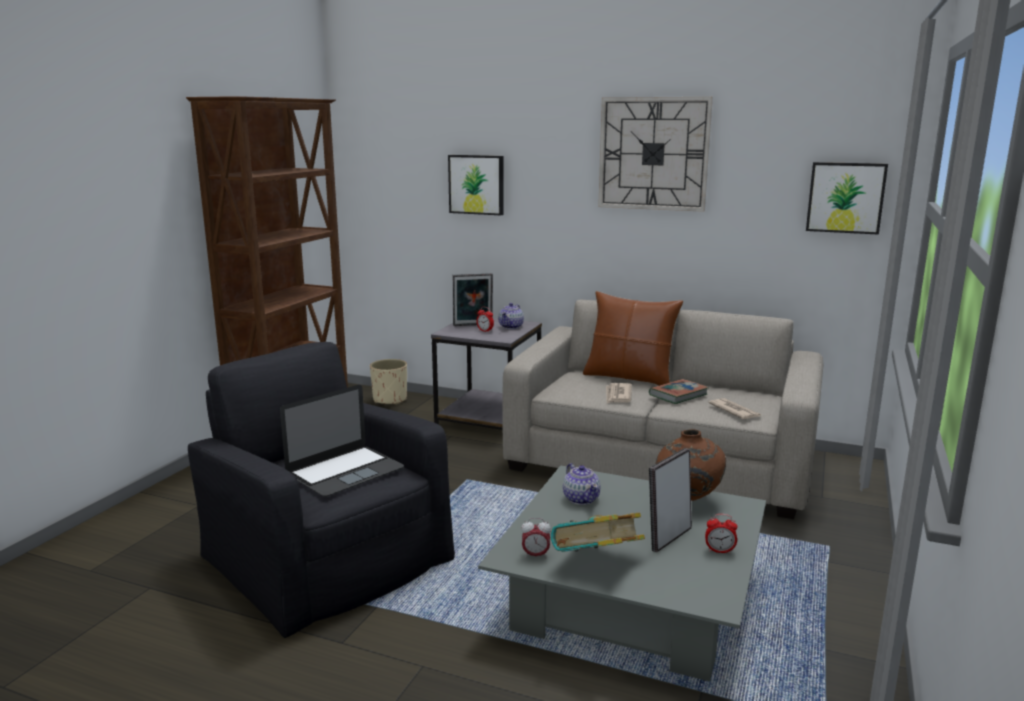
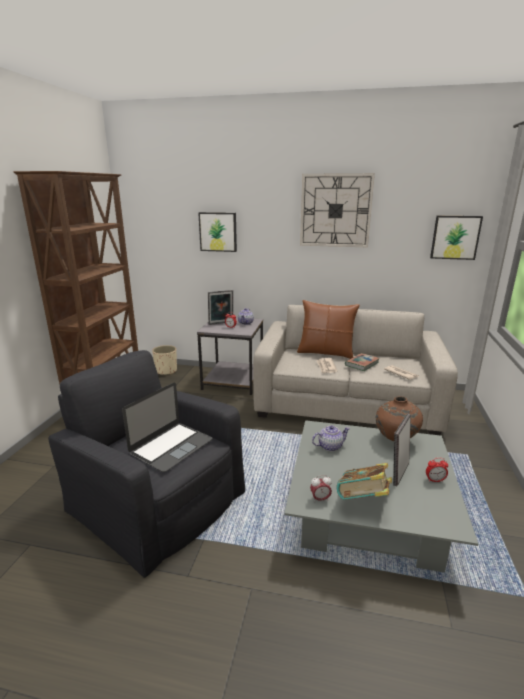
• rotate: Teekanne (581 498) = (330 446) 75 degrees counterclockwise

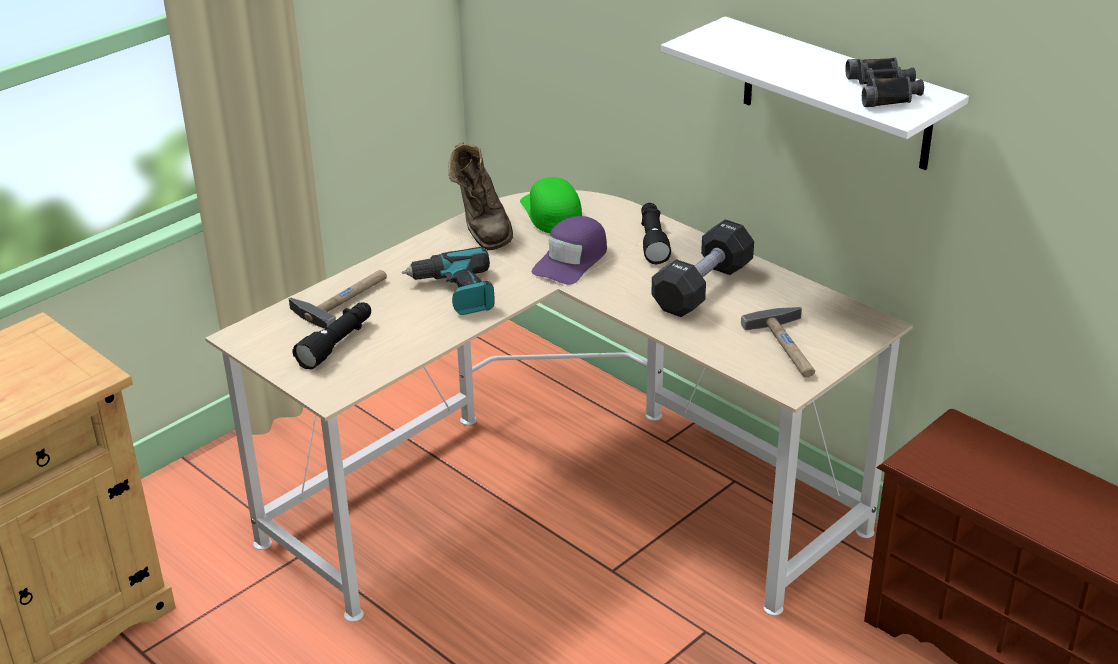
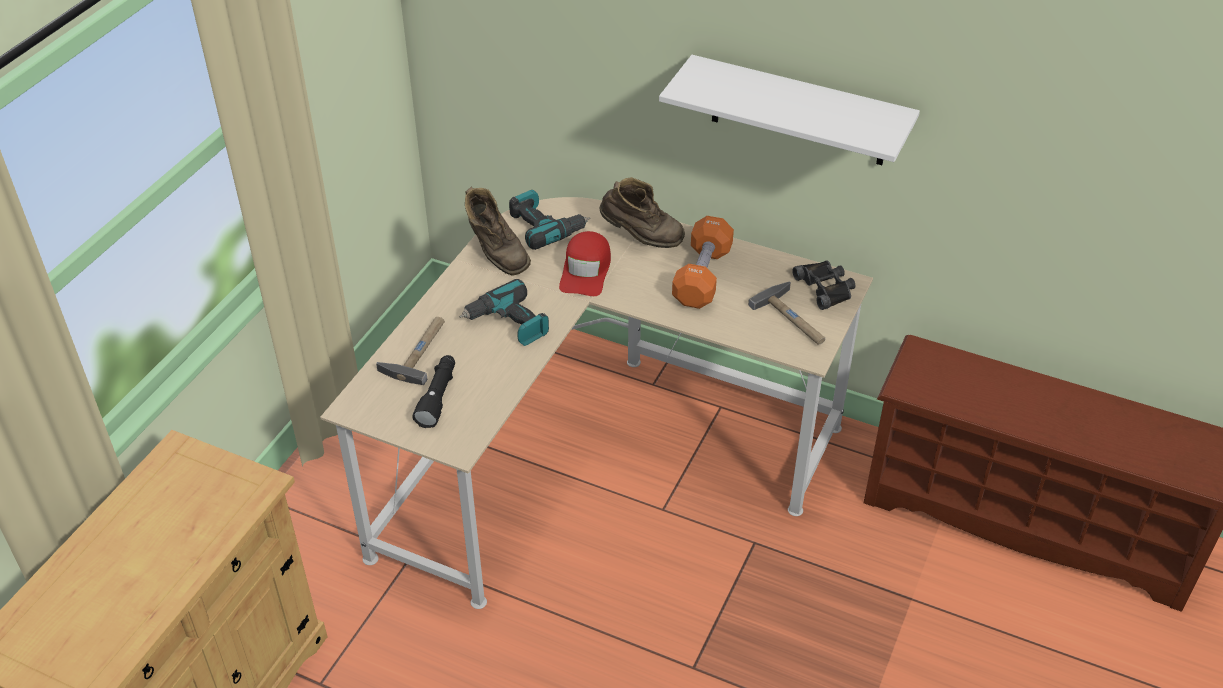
• replace: Kappe/grün (551 214) to Bohrmaschine (545 227)
• recolor: Kappe/lila (571 260) to Kappe/rot (586 271)
• replace: Taschenlampe/schwarz (652 241) to Stiefel/braun (641 238)
• recolor: Hantel/schwarz (702 288) to Hantel/orange (702 276)
• move: Fernglas/schwarz (884 90) to (825 288)

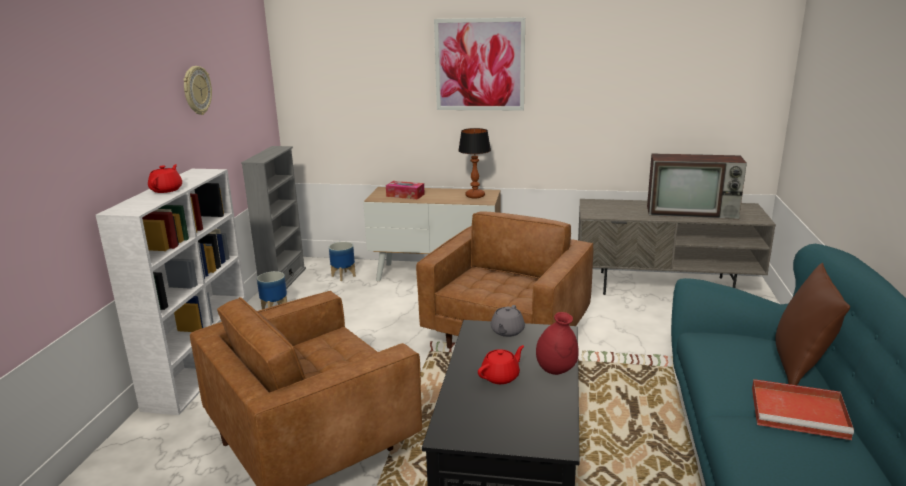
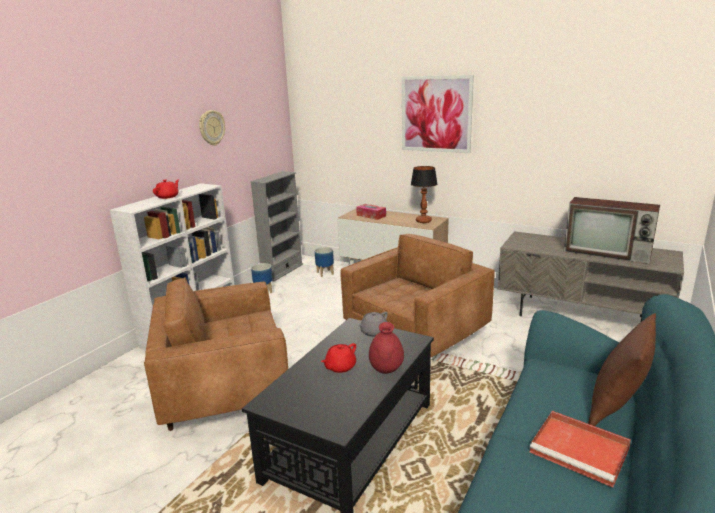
• rotate: Teekanne/rot (501 377) = (340 367) 150 degrees clockwise

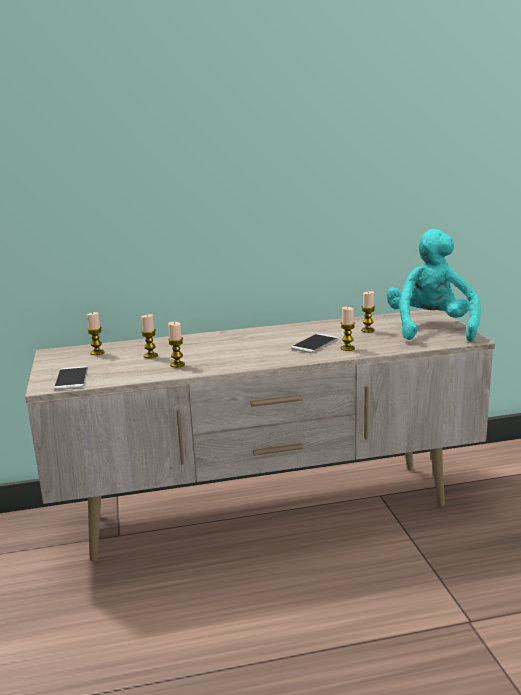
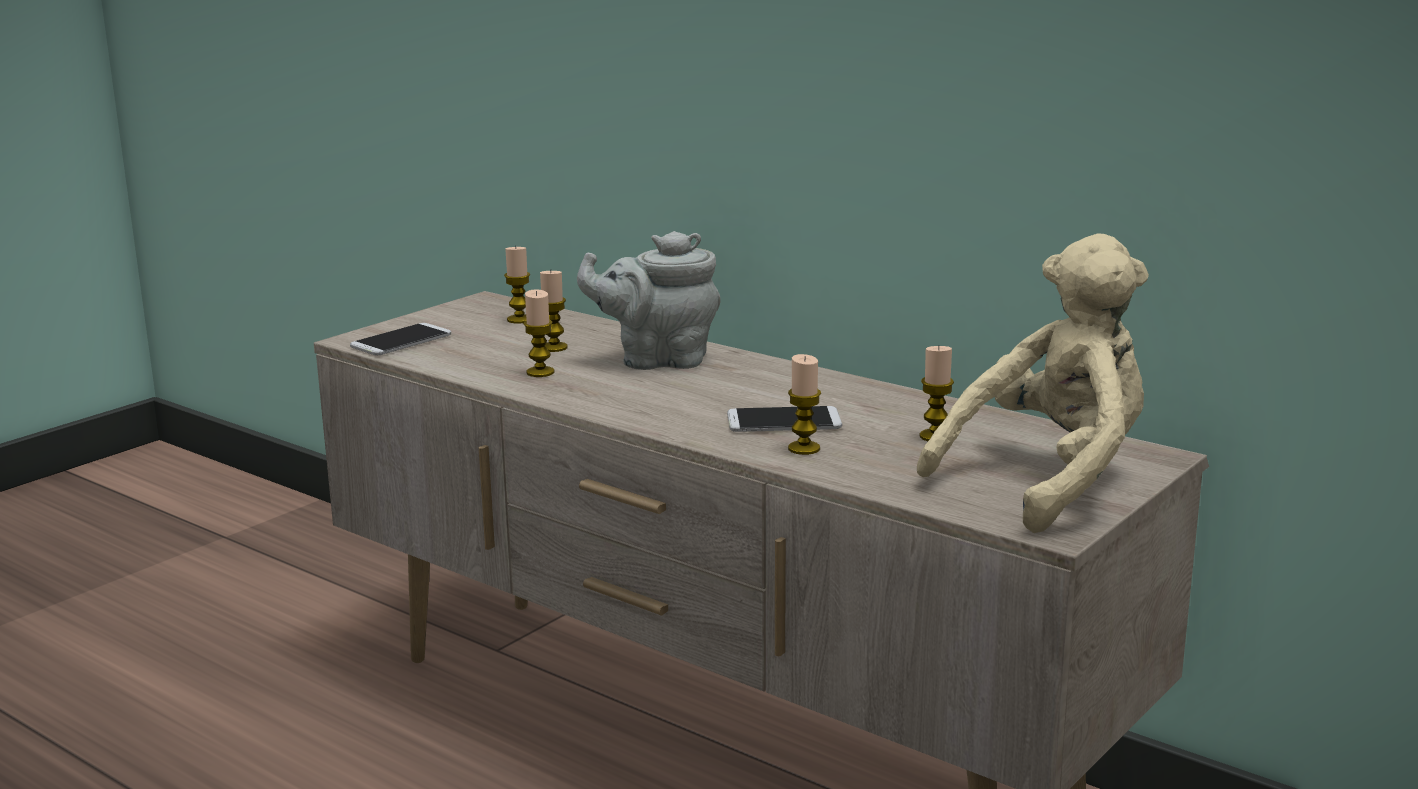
• recolor: Plüschtier/türkis (431 328) to Plüschtier/beige (1050 480)
• insert: Teekanne/grau (657 360)

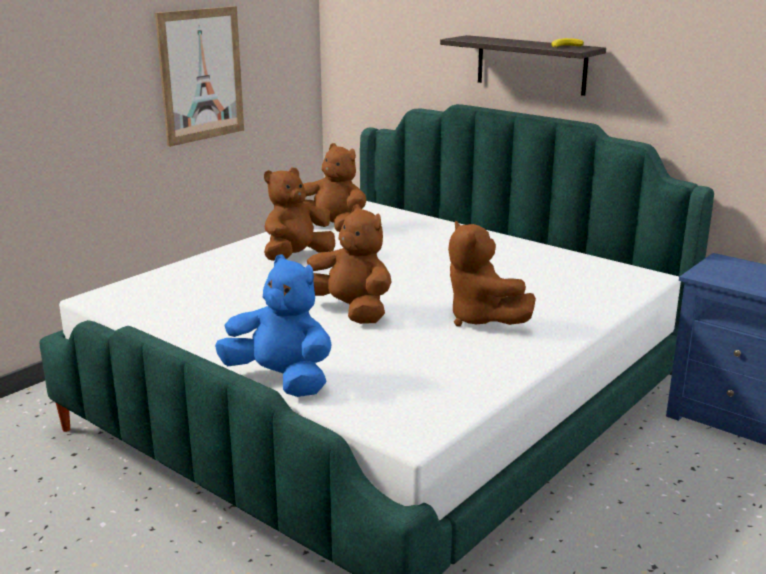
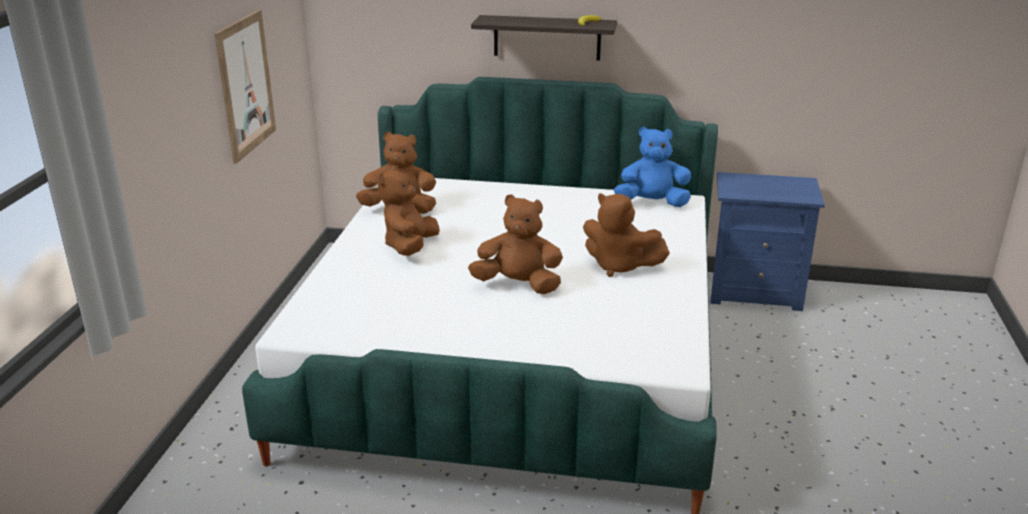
• move: Plüschtier/blau (281 380) to (652 203)

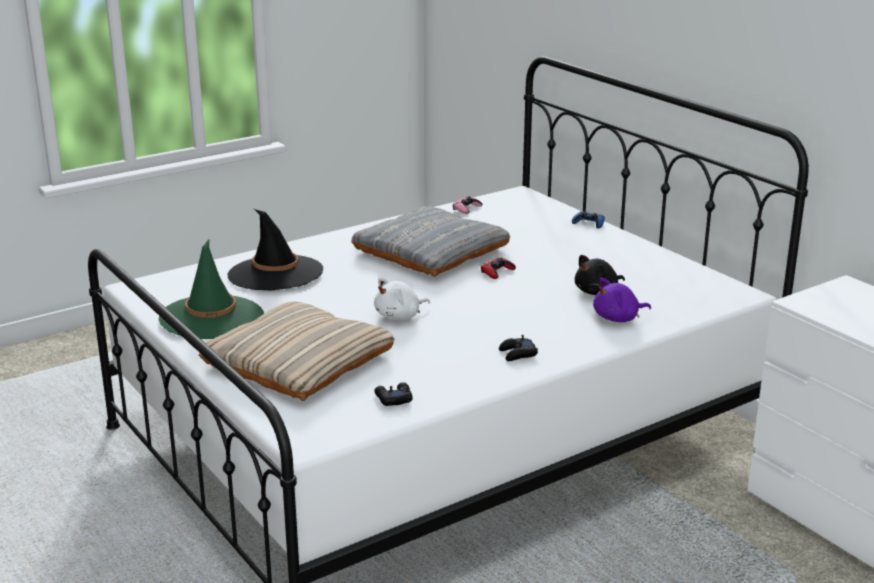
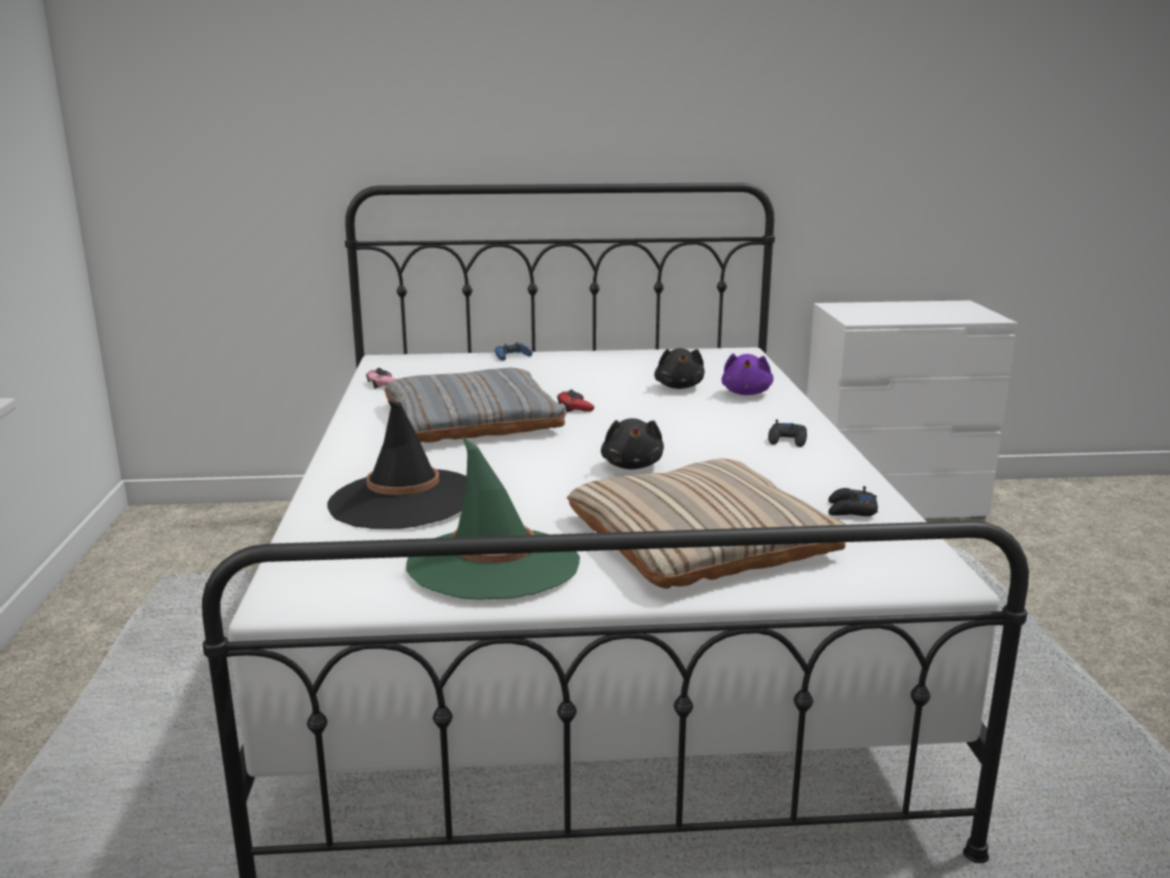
• recolor: Plüschtier/weiß (400 316) to Plüschtier/schwarz (632 465)

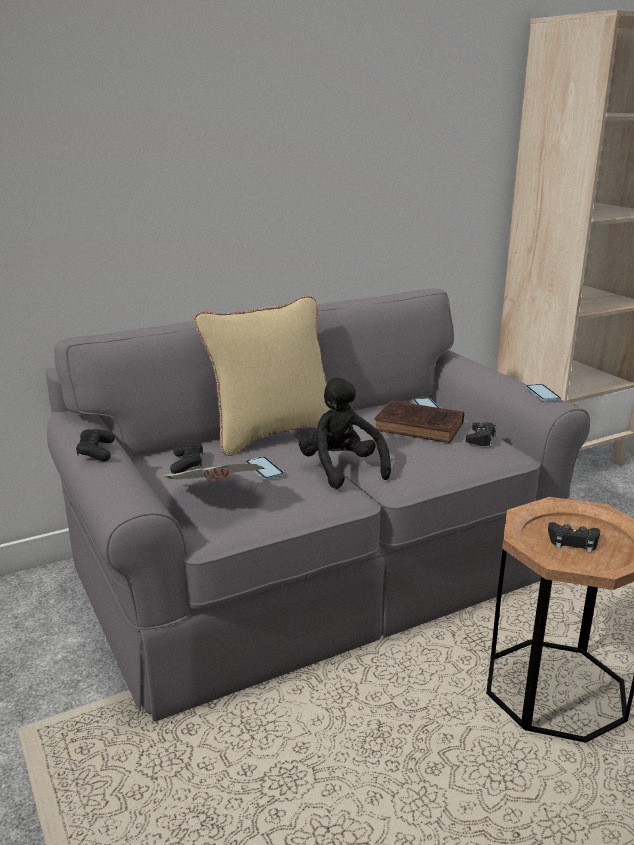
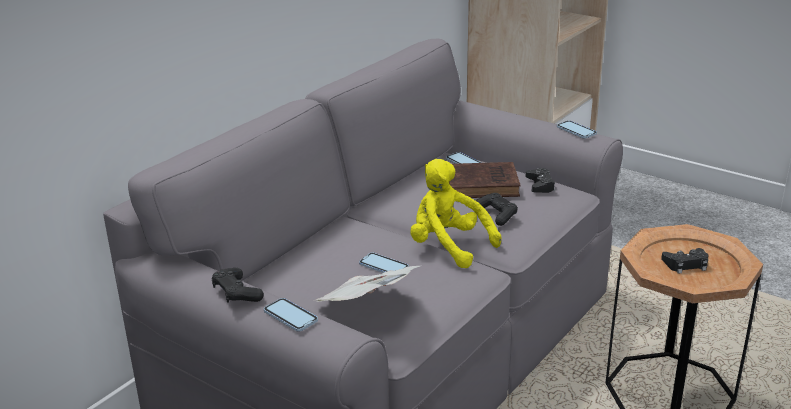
• move: Gamepad/schwarz (187 464) to (496 214)
• delete: Kissen/beige (271 433)
• recolor: Plüschtier/schwarz (341 469) to Plüschtier/gelb (448 246)
• insert: Handy (290 316)

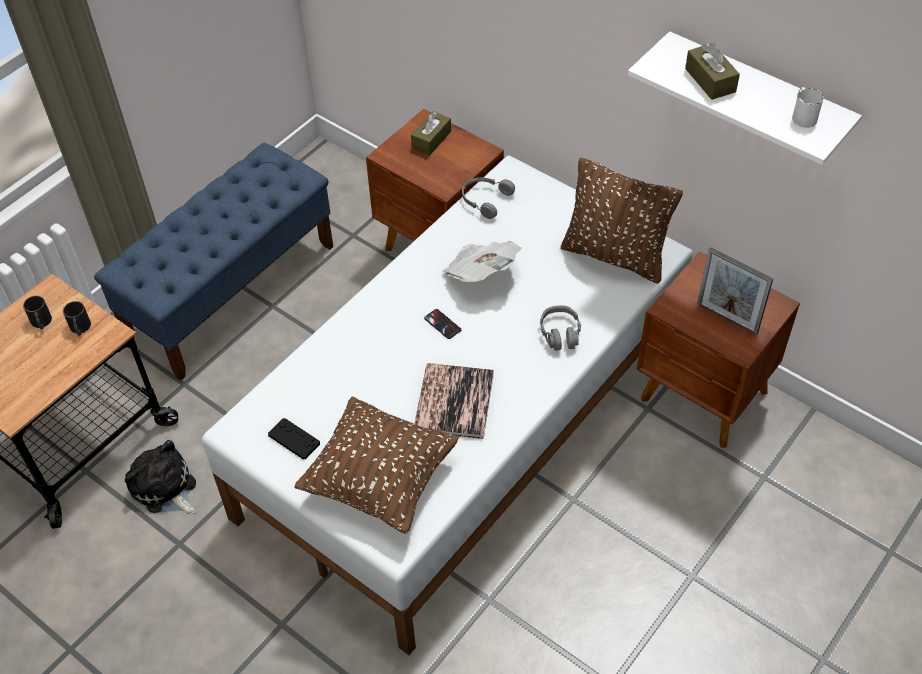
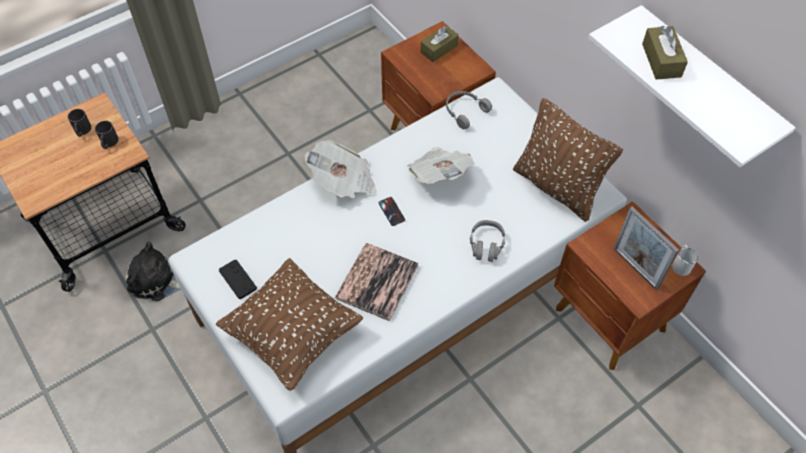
• delete: Bank/blau (232 291)
• rotate: Plüschtier (164 488) = (157 281) 45 degrees counterclockwise
• move: Henkelbecher/weiß (802 115) to (681 264)
• insert: Zeitung (343 182)

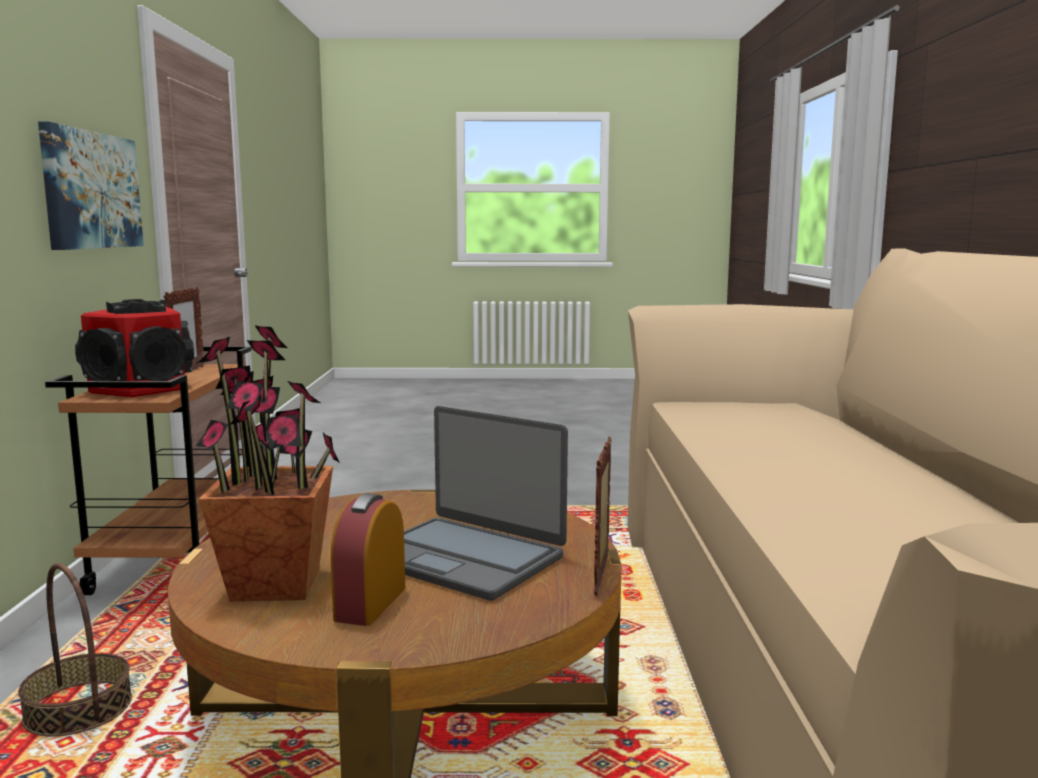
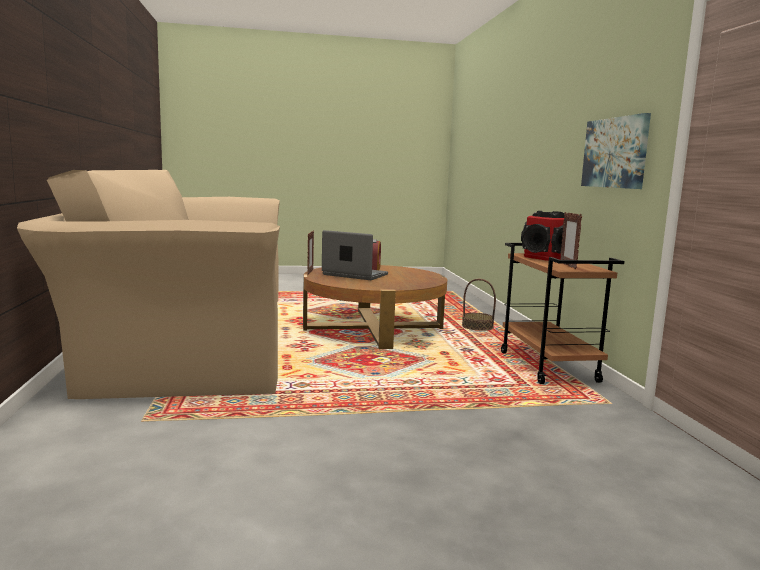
• delete: Topfpflanze (276 585)

